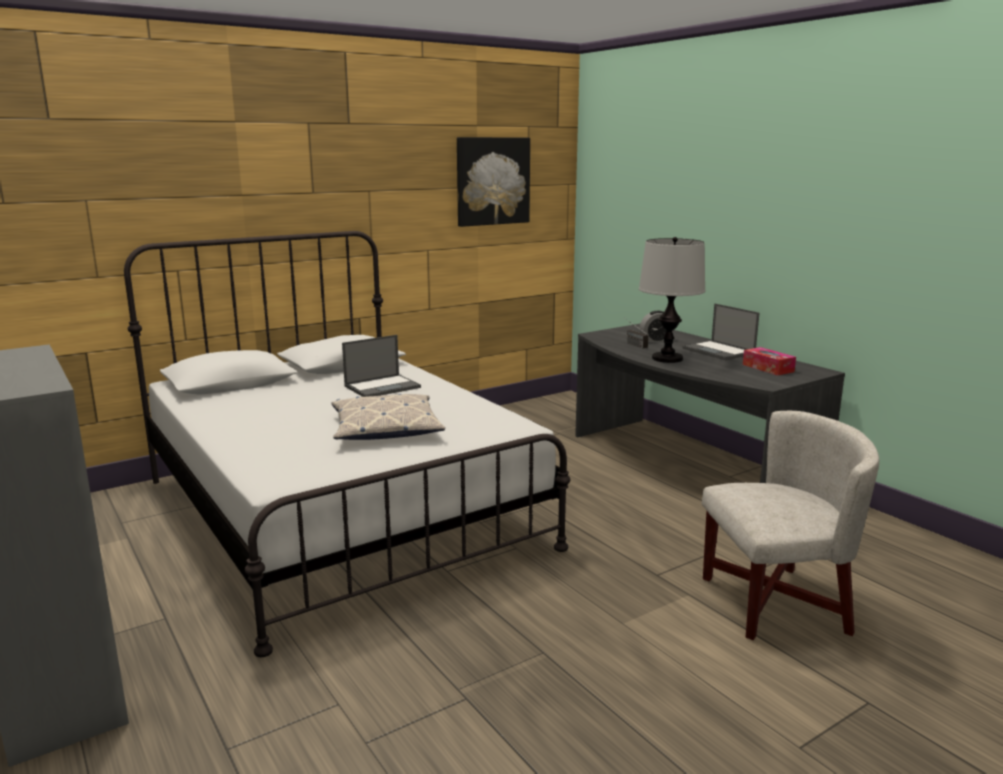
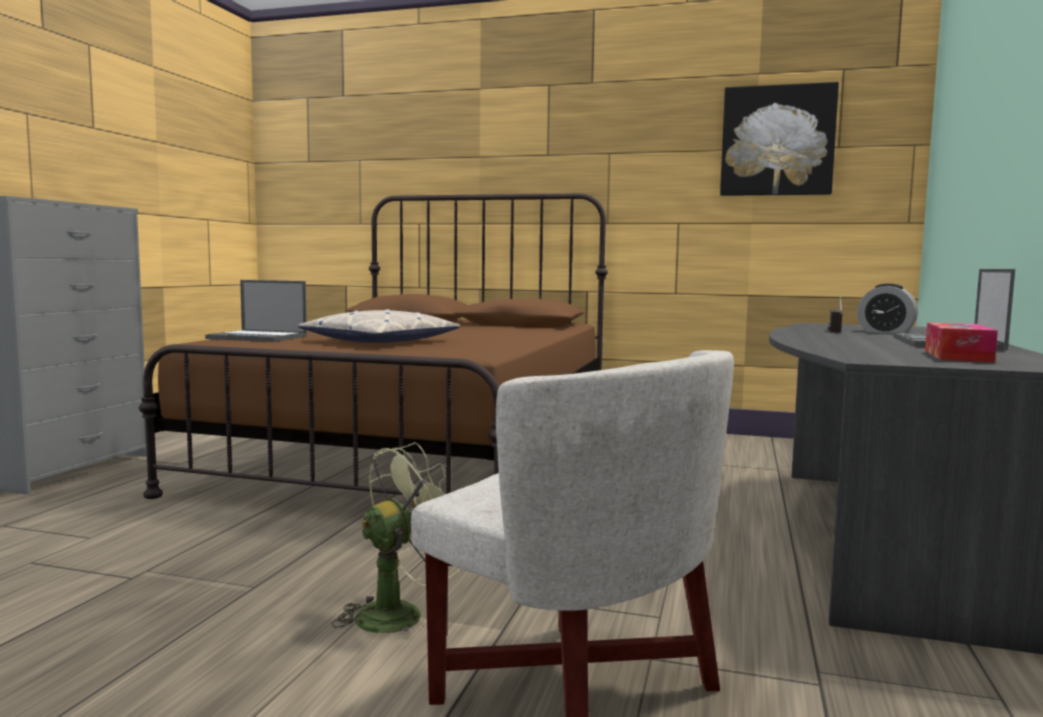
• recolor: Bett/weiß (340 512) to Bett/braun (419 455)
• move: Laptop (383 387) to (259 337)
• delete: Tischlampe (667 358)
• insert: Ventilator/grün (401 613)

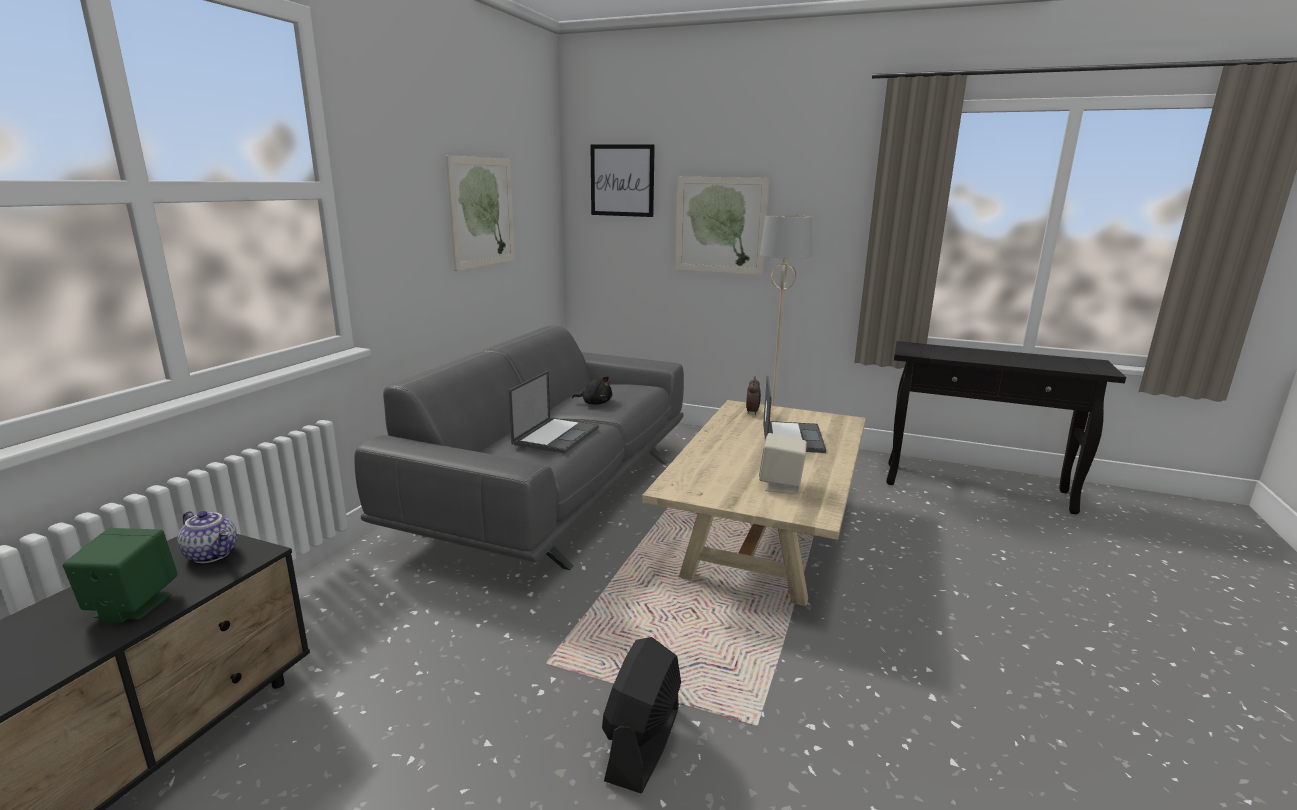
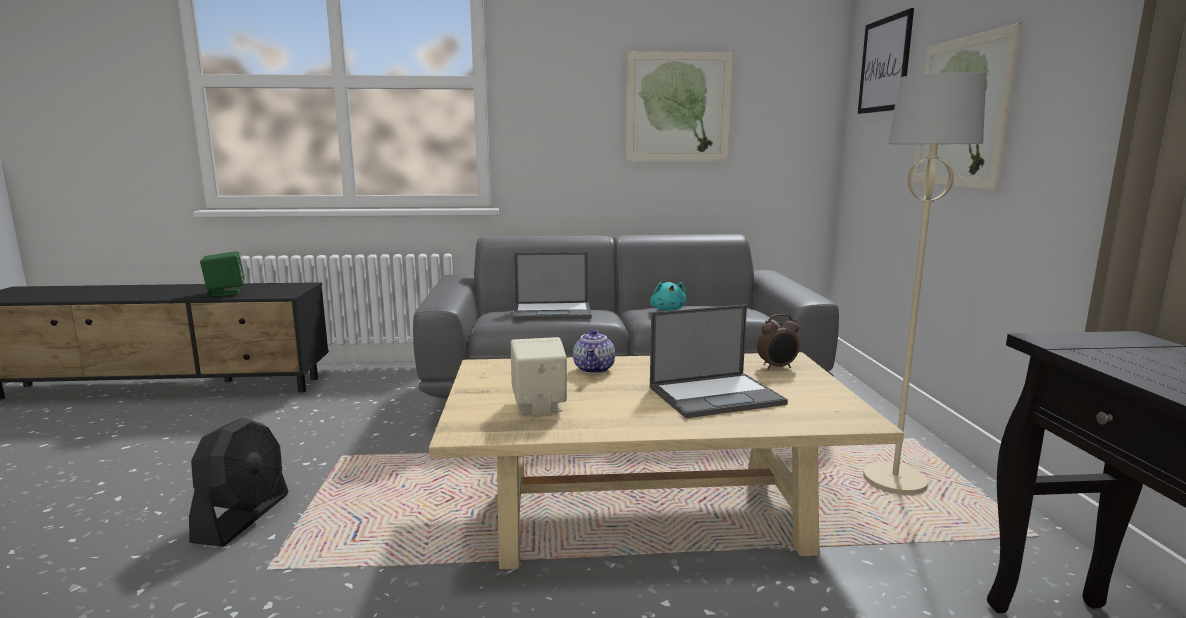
• move: Teekanne (213 554) to (595 369)
• recolor: Plüschtier/schwarz (595 403) to Plüschtier/türkis (668 310)
• rotate: Ventilator/schwarz (643 744) = (243 517) 105 degrees clockwise

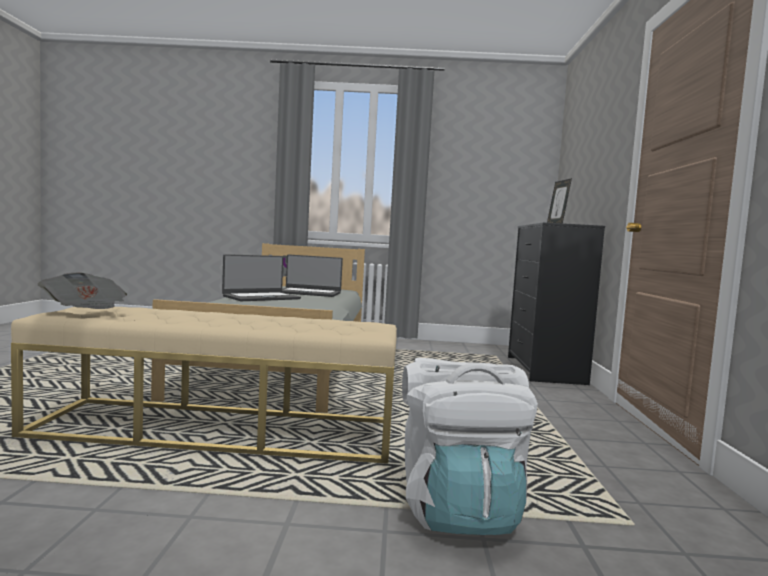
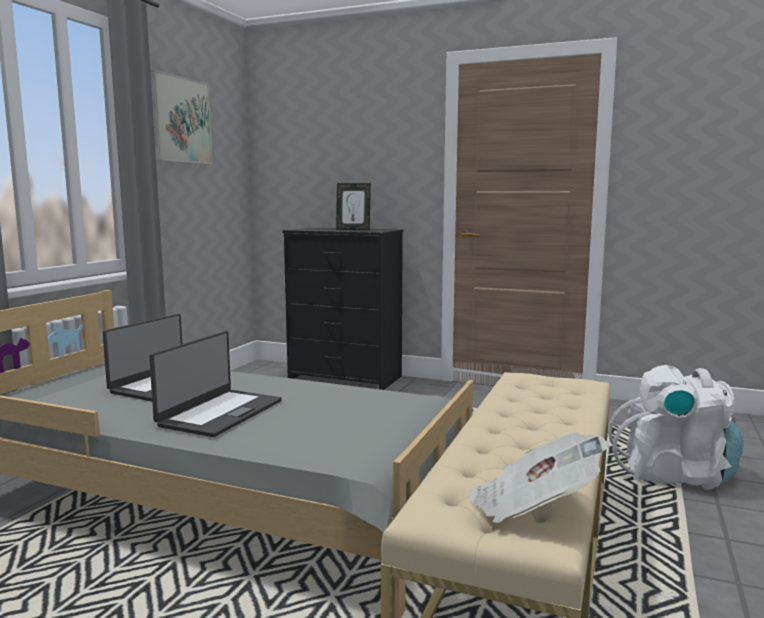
• rotate: Laptop (261 297) = (219 413) 45 degrees clockwise
• insert: Bild (181 120)

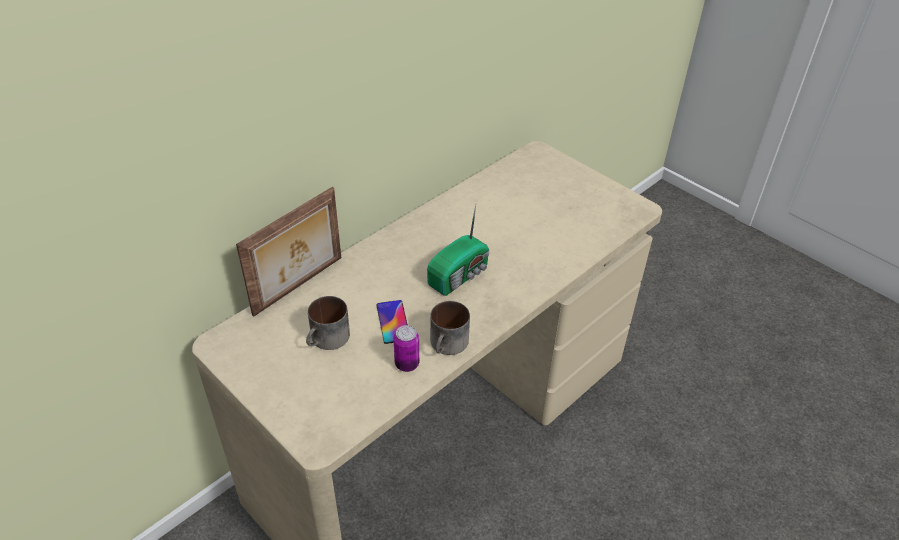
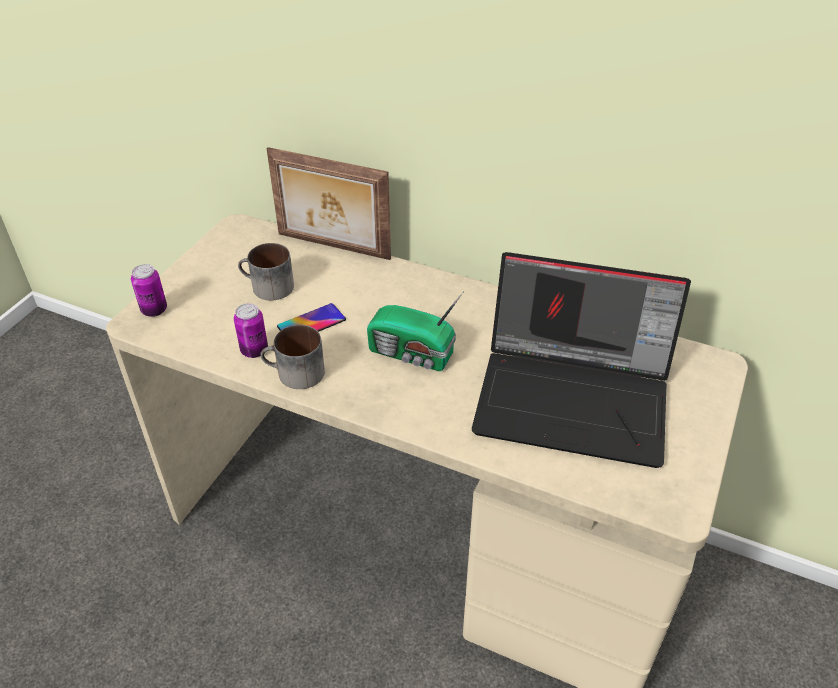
• insert: Dose (154 310)
• insert: Laptop (575 398)

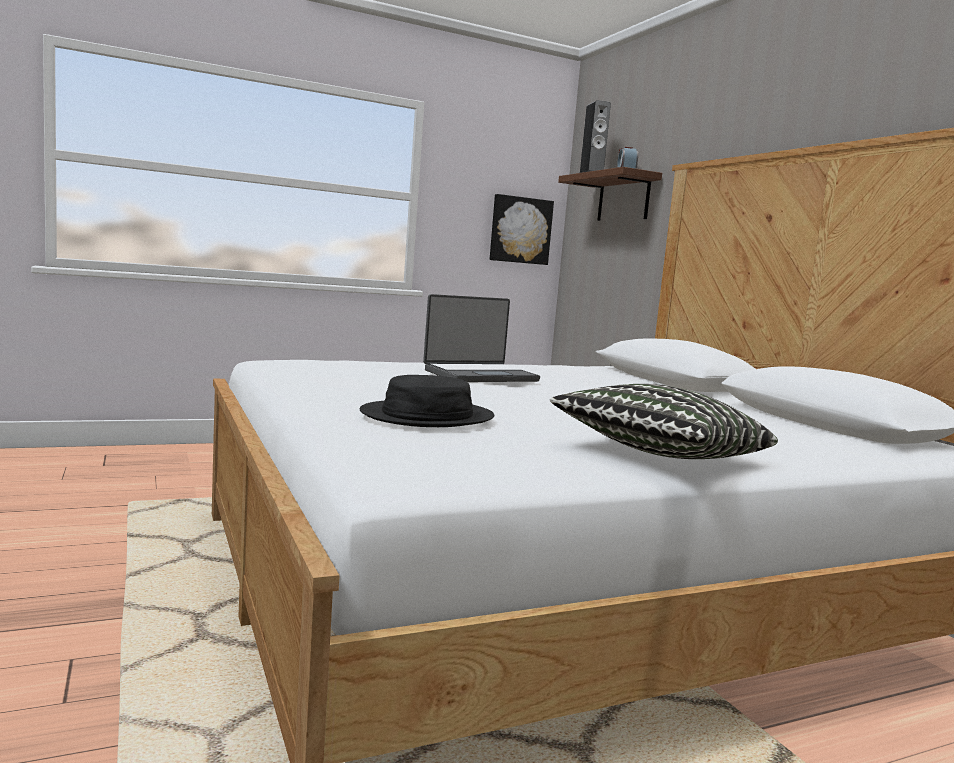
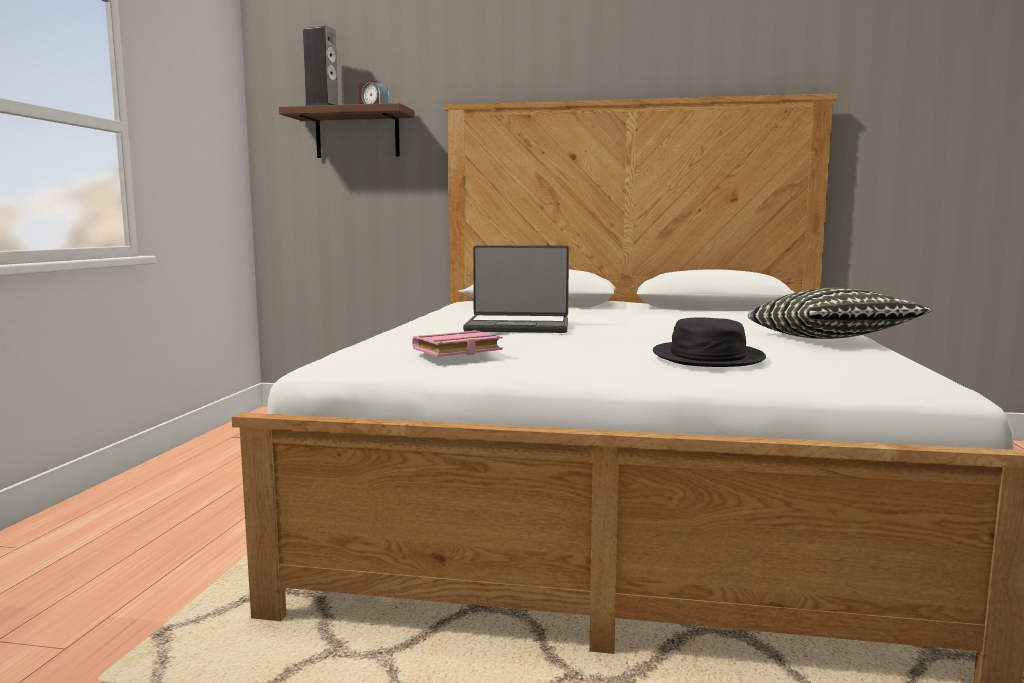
• rotate: Laptop (479 375) = (518 326) 90 degrees clockwise
• delete: Bild (520 230)
• insert: Buch/rosa (457 351)

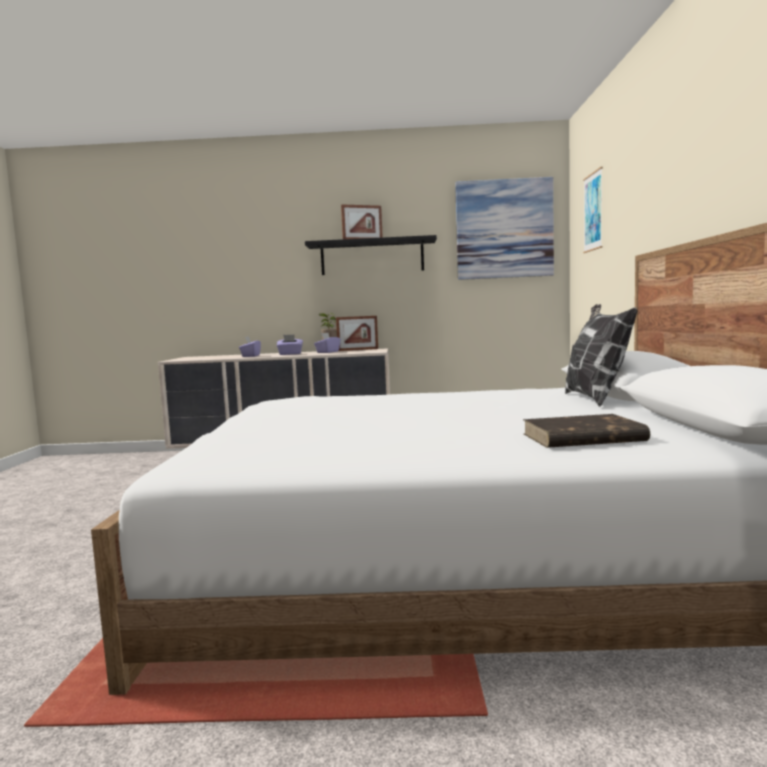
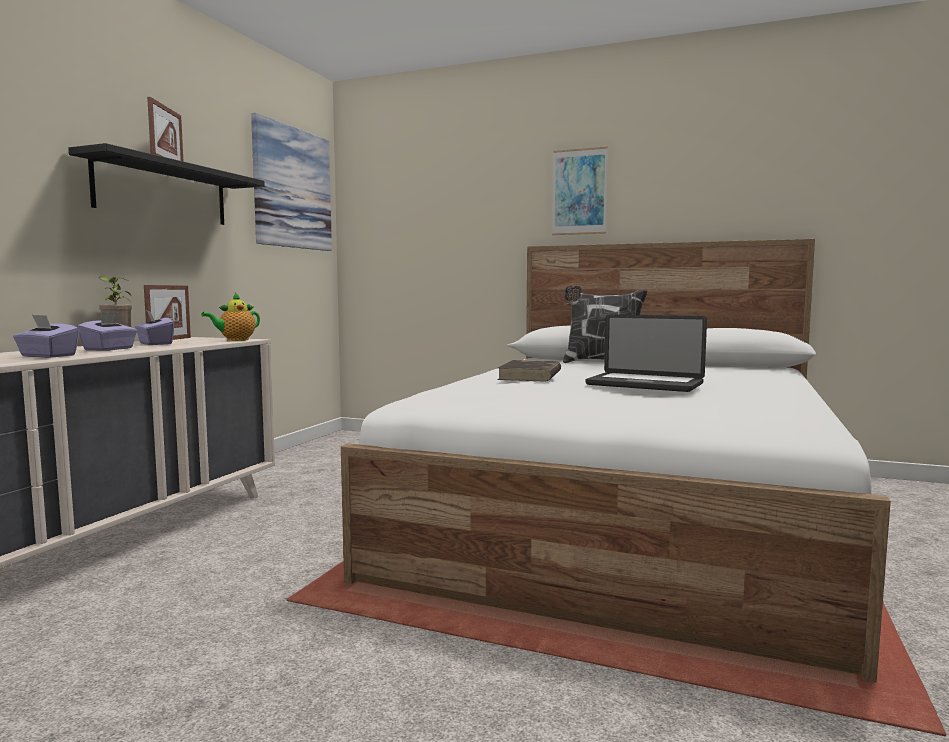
• move: Buch/braun (582 438) to (530 376)
• move: Bild (593 212) to (579 192)
• insert: Teekanne (235 340)
• insert: Laptop (644 384)

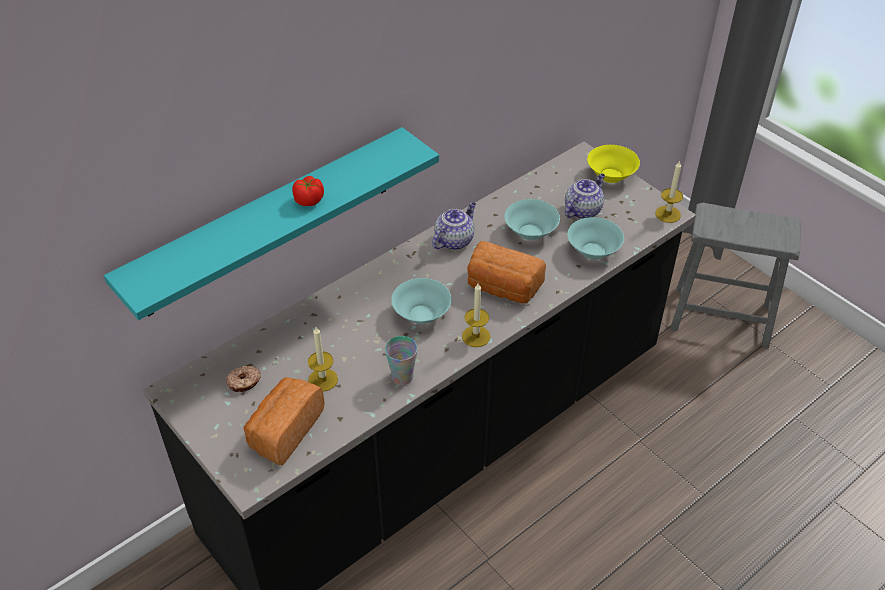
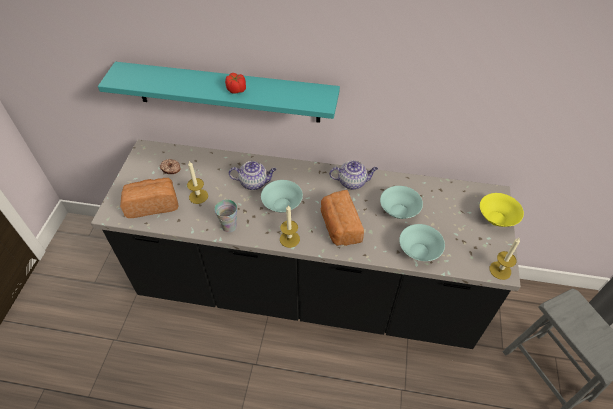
• move: Teekanne (583 210) to (254 182)

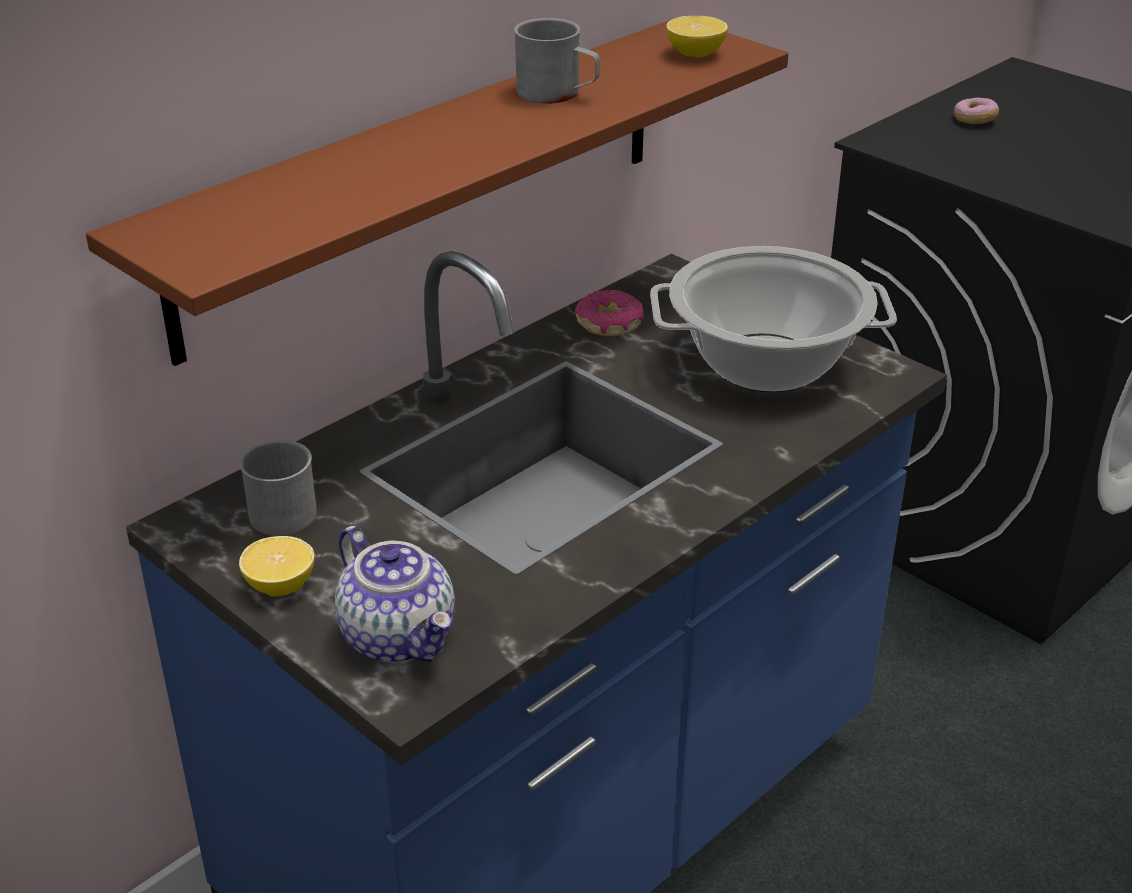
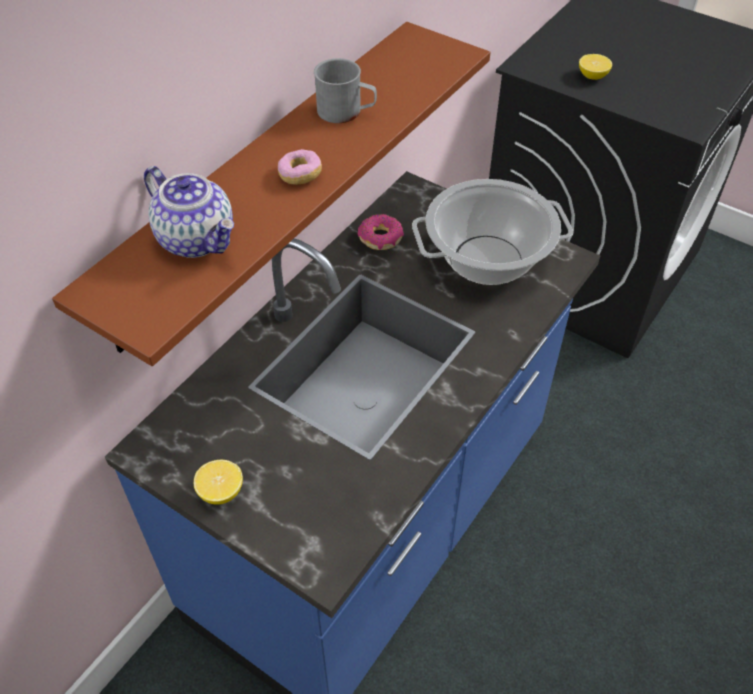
• delete: Henkelbecher/grau (286 508)
• move: Teekanne (400 637) to (197 239)
• move: Zitrone (695 54) to (592 76)
• move: Donut (974 120) to (300 175)

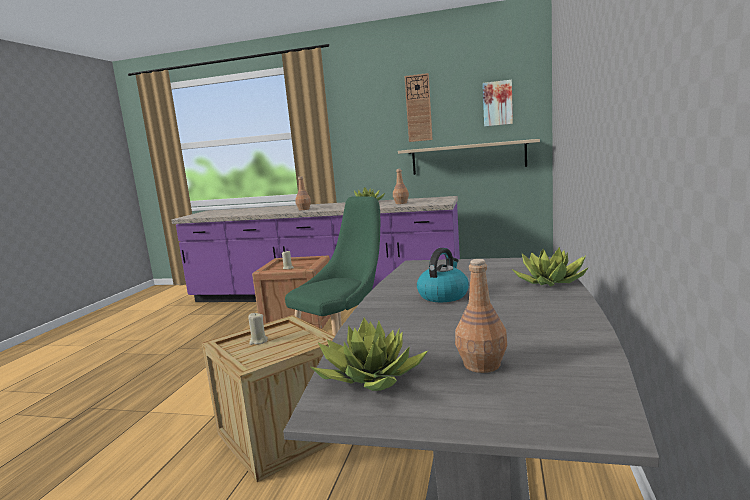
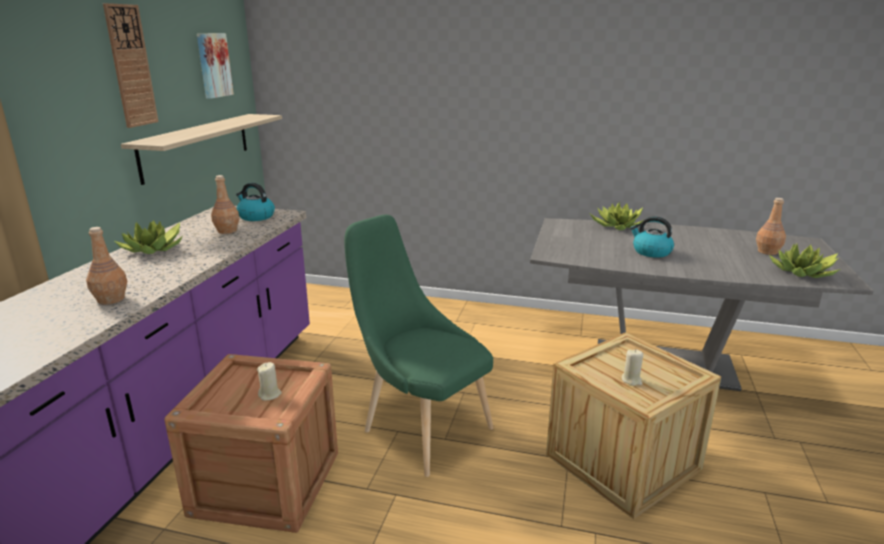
• insert: Wasserkessel (255 217)

